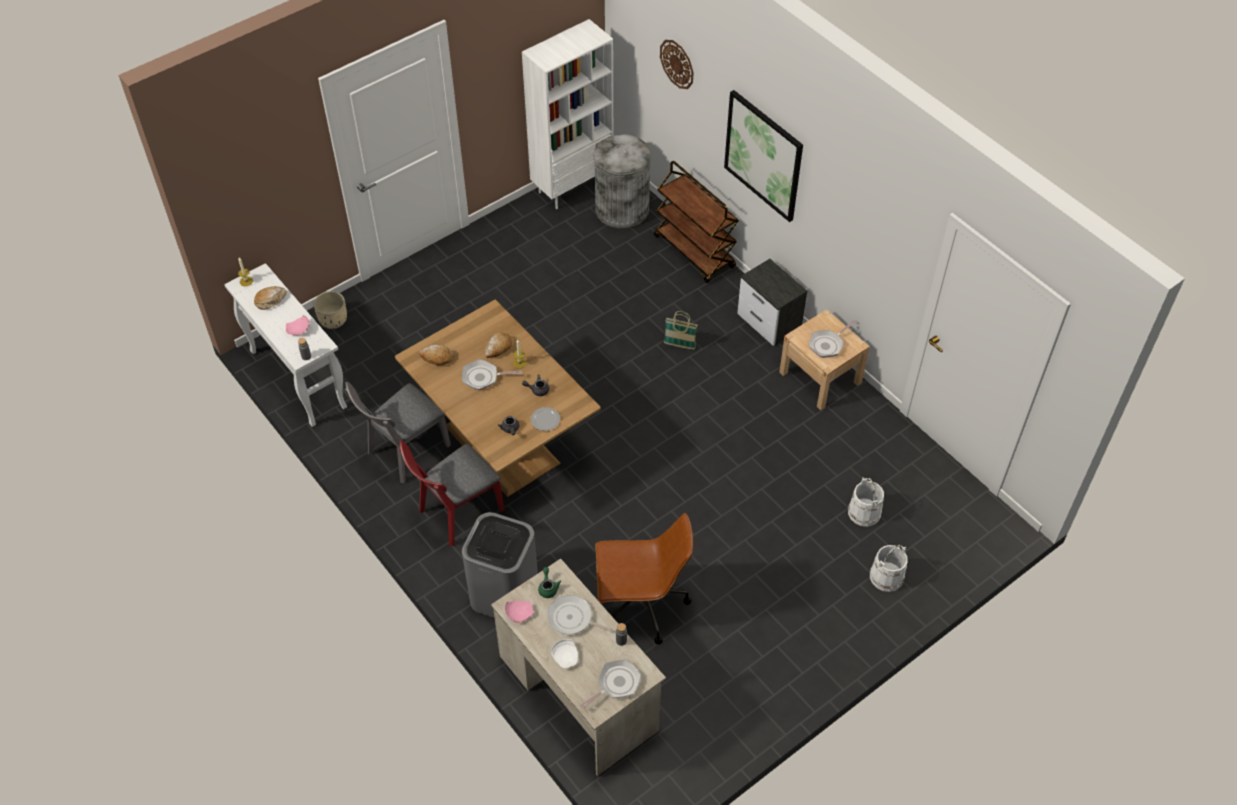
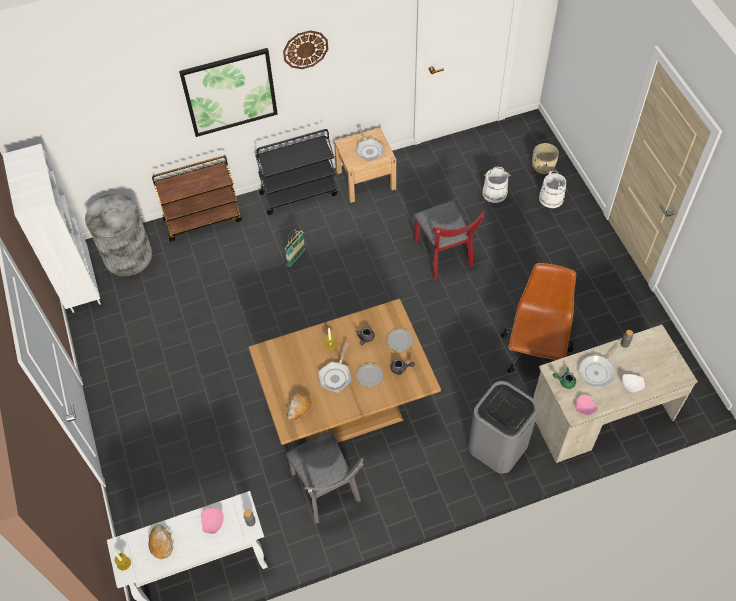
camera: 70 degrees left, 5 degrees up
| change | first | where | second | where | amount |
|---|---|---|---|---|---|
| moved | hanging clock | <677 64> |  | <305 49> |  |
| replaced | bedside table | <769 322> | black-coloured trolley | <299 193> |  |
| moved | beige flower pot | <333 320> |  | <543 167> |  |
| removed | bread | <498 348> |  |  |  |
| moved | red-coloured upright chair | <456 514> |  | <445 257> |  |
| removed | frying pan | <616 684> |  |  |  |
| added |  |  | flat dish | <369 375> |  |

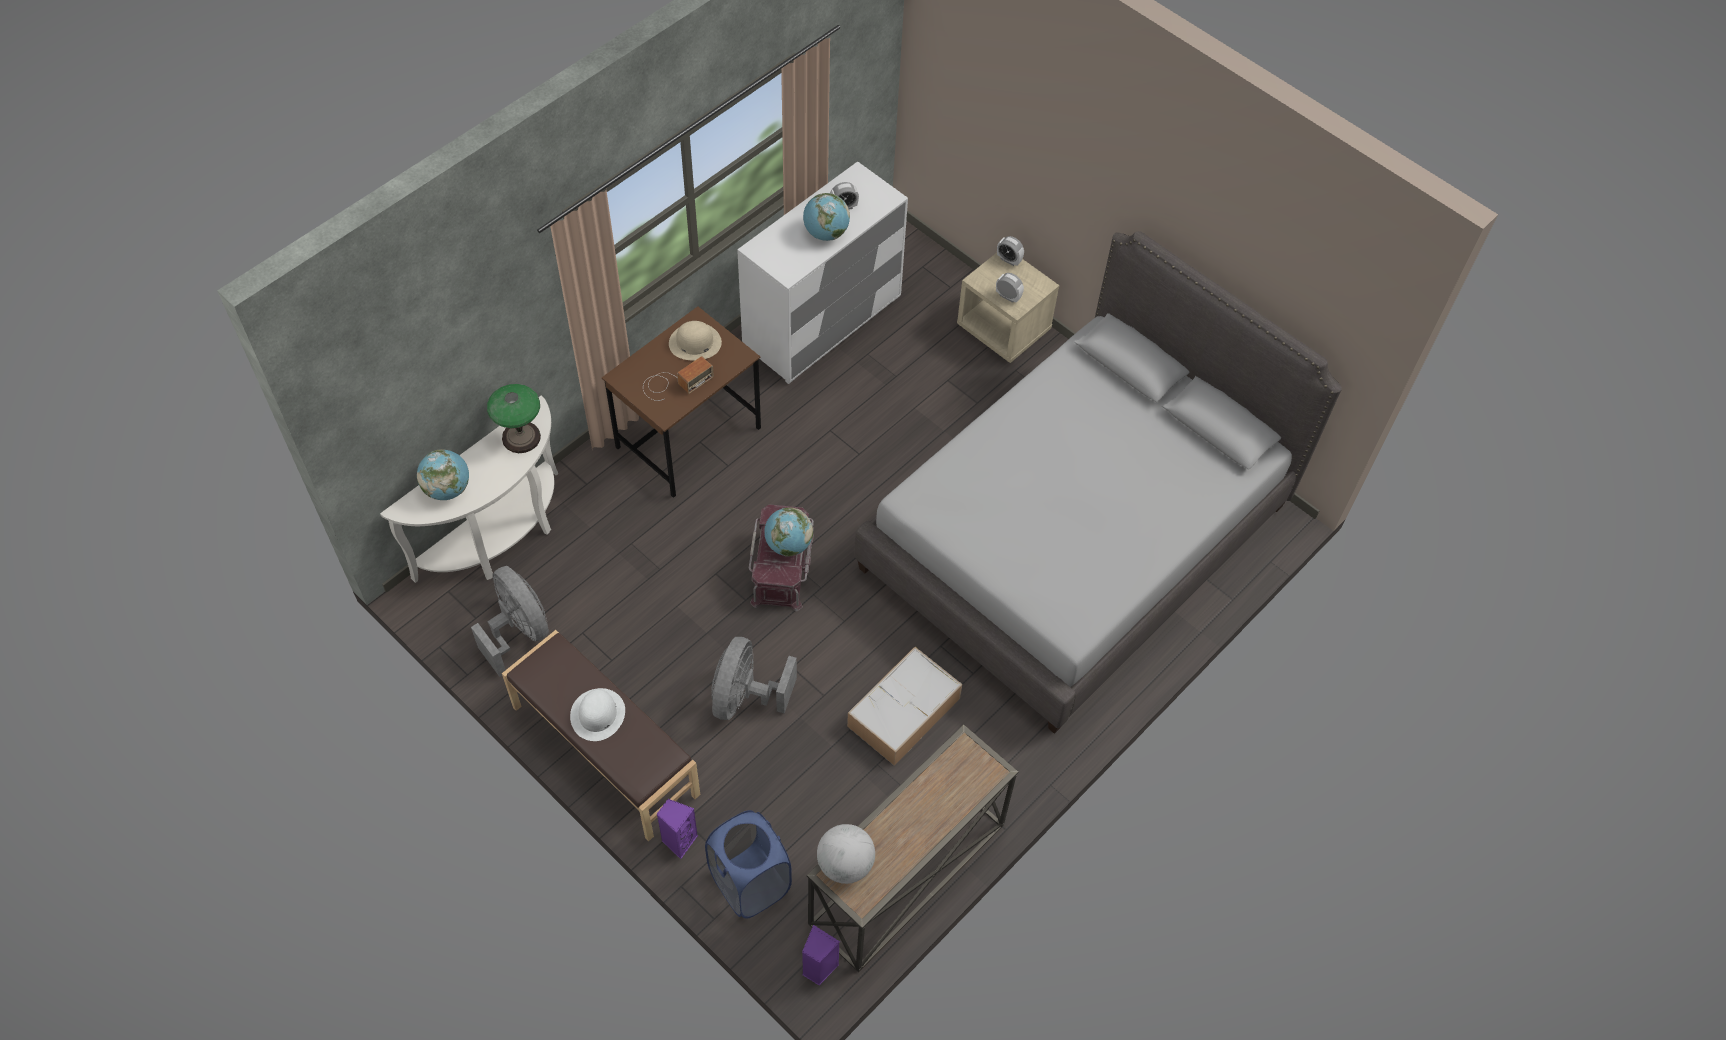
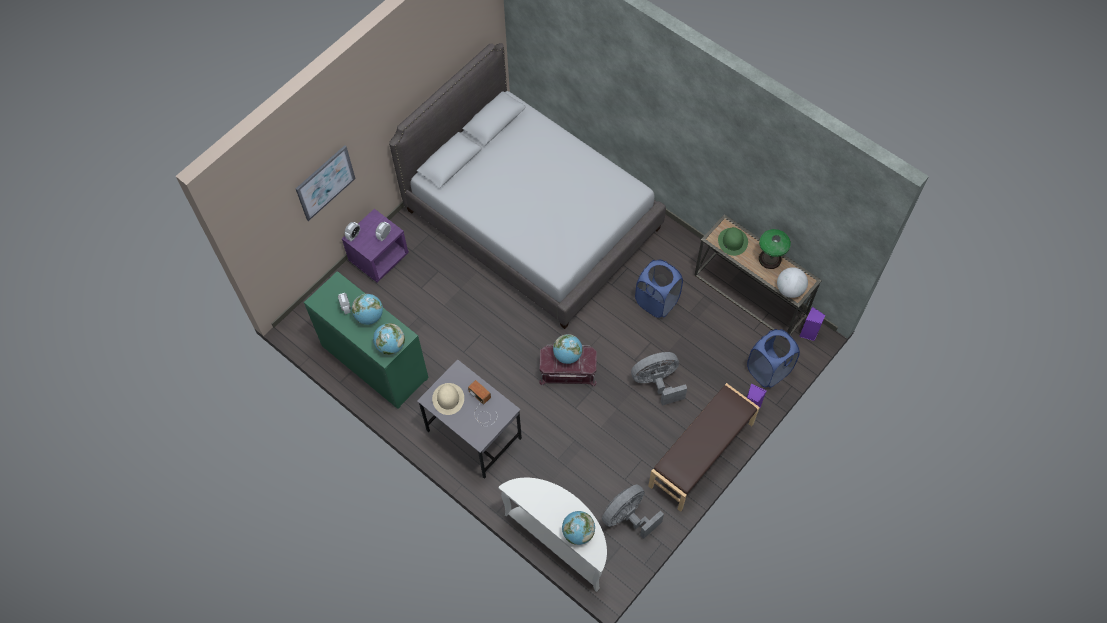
camera: 90 degrees left, 5 degrees up
| change | first | where | second | where | amount |
|---|---|---|---|---|---|
| recoloured | whitish drawer chest | <822 322> | green-coloured drawer chest | <375 362> |  |
| recoloured | beige bedside table | <1004 329> | purplish bedside table | <379 257> |  |
| recoloured | brownish desk unit | <688 437> | greyish desk unit | <473 434> |  |
| moved | lamp for a table | <521 437> |  | <769 259> |  |
| turned | greyish cooling fan | <745 697> |  | <657 383> | 150 degrees clockwise |
| replaced | storage box | <903 713> | bluish hamper | <657 301> |  |
| removed | whitish wearable hat | <598 714> |  |  |  |
| added |  |  | wall picture | <325 182> |  |
| added |  |  | green-coloured wearable hat | <732 241> |  |
| added |  |  | world globe | <390 346> |  |

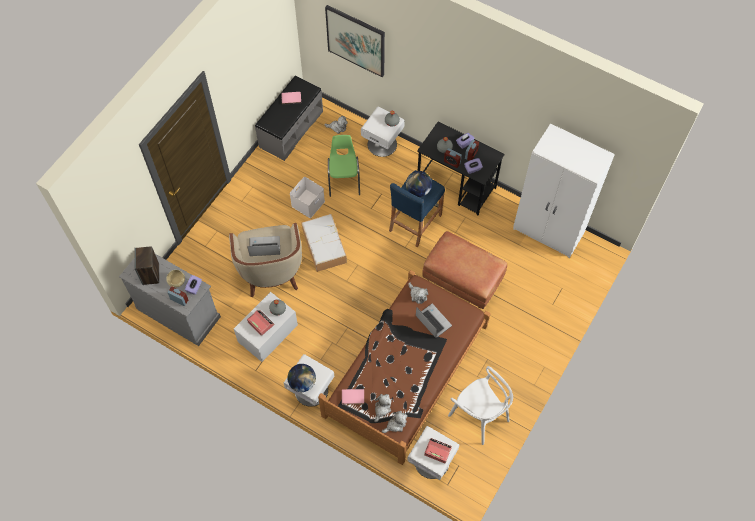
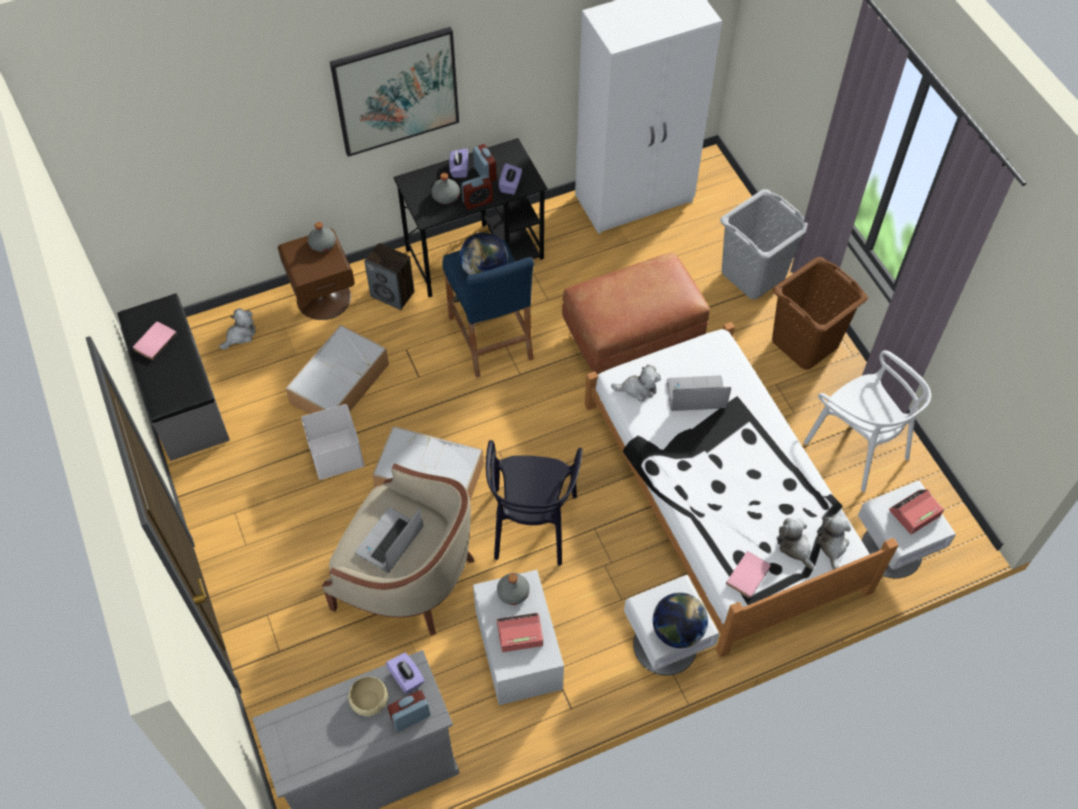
camera: 55 degrees left, 5 degrees down
| change | first | where | second | where | amount |
|---|---|---|---|---|---|
| moved | wall picture | <356 40> |  | <396 91> |  |
| recoloured | whitish bedside table | <382 144> | brownish bedside table | <323 297> |  |
| replaced | green-coloured upright chair | <344 180> | storage box | <340 382> |  |
| moved | audio speaker | <151 274> |  | <393 294> |  |
| recoloured | brownish sleeping bed | <406 370> | whitish sleeping bed | <722 494> |  |
| turned | whitish upright chair | <479 416> |  | <857 447> | 60 degrees clockwise |
| added |  |  | greyish hamper | <752 275> |  |
| added |  |  | brownish hamper | <804 343> |  |
| added |  |  | black-coloured upright chair | <532 524> |  |

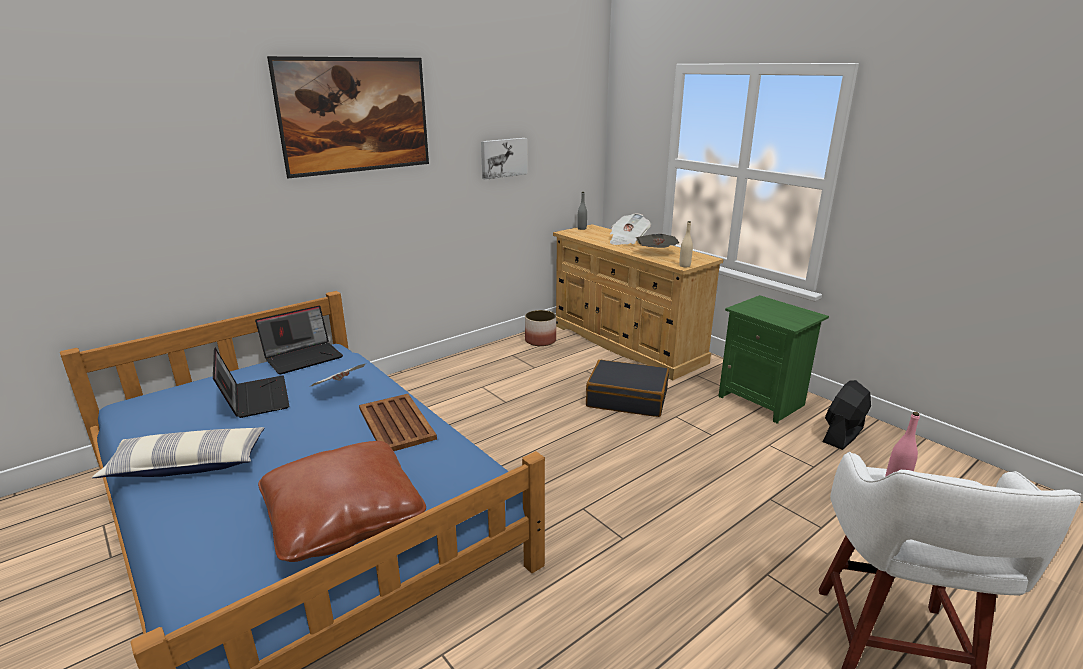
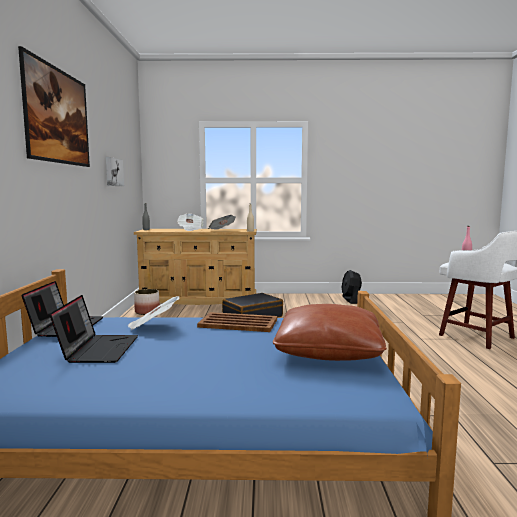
camera: 50 degrees left, 15 degrees down
| change | first | where | second | where | amount |
|---|---|---|---|---|---|
| removed | green-coloured bedside table | <762 400> |  |  |  |
| turned | notebook computer | <254 398> |  | <98 349> | 75 degrees clockwise |
| removed | cushion | <188 464> |  |  |  |

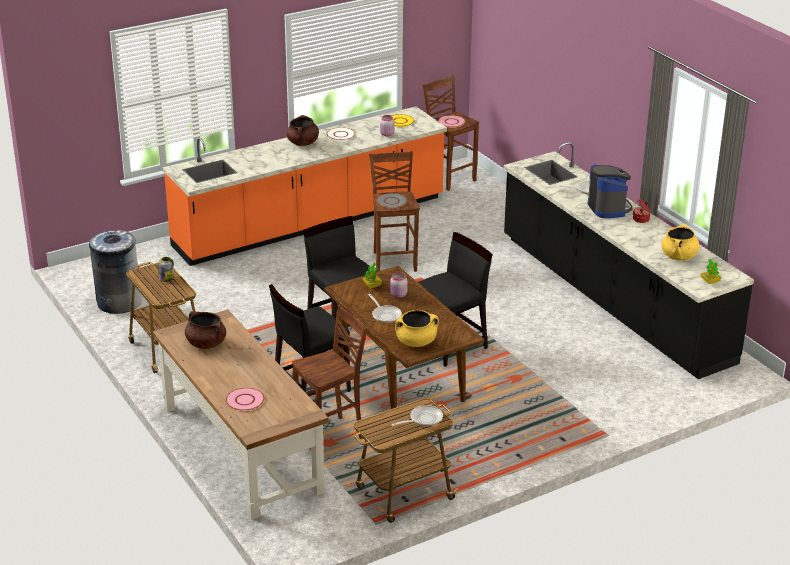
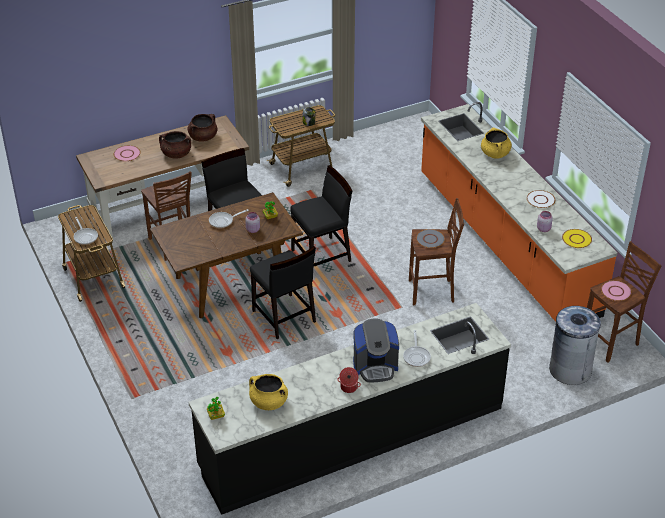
camera: 95 degrees right, 10 degrees up
| change | first | where | second | where | amount |
|---|---|---|---|---|---|
| moved | brownish stockpot | <303 143> |  | <176 154> |  |
| moved | greyish trash can | <119 302> |  | <570 369> |  |
| moved | yellowish stockpot | <416 342> |  | <495 154> |  |

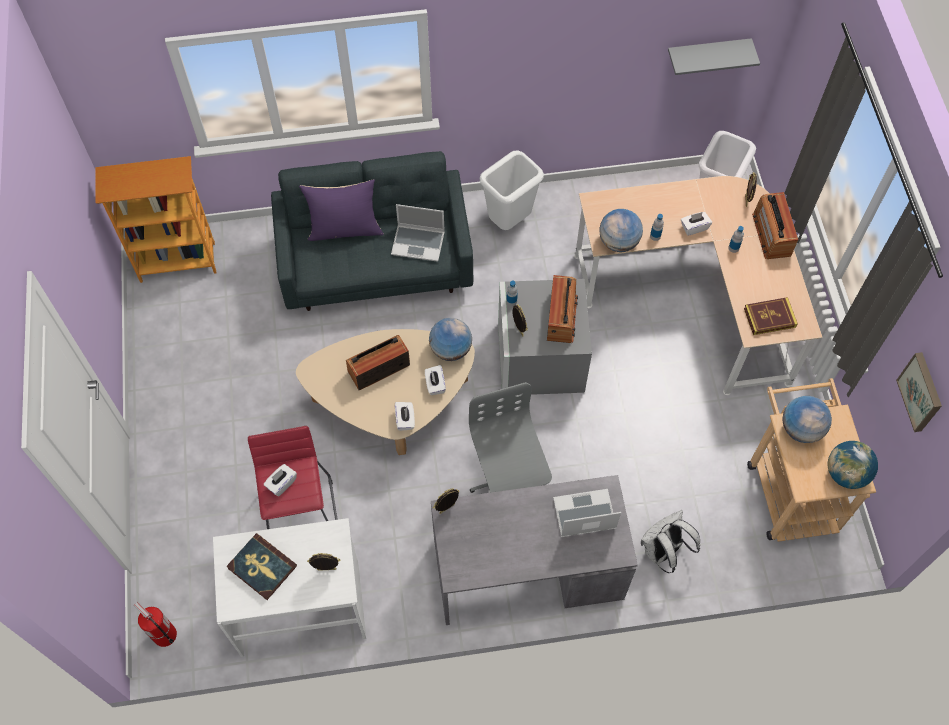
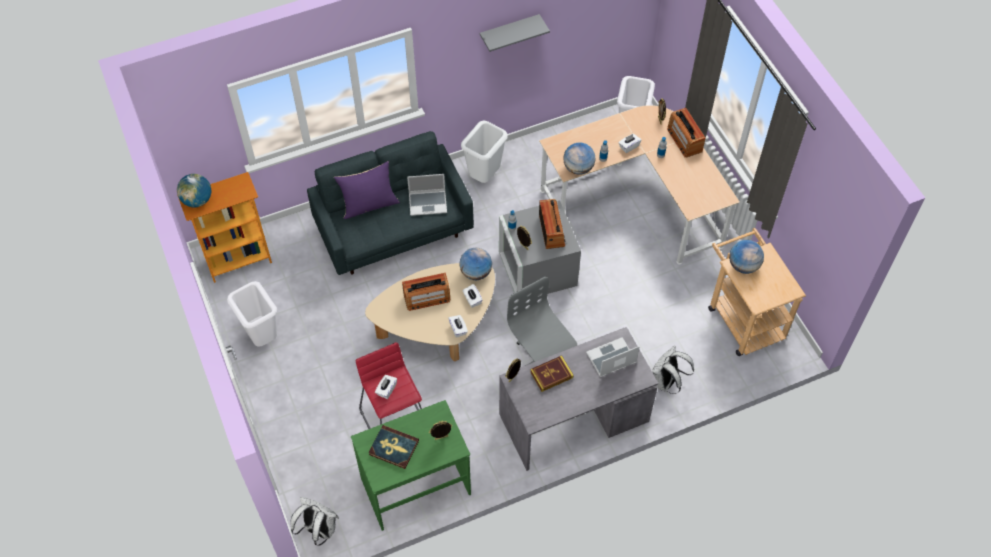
camera: 15 degrees left, 5 degrees down
| change | first | where | second | where | amount |
|---|---|---|---|---|---|
| moved | greyish wall shelf | <707 54> |  | <509 32> |  |
| moved | volume | <769 318> |  | <551 375> |  |
| turned | radio receiver | <378 368> |  | <427 297> | 150 degrees counterclockwise |
| removed | wall picture | <921 392> |  |  |  |
| moved | world globe | <845 474> |  | <197 200> |  |
| recoloured | whitish desk unit | <301 607> | green-coloured desk unit | <415 485> |  |
| replaced | fire extinguisher | <164 635> | whitish knapsack | <318 530> |  |
| added |  |  | whitish trash can | <262 337> |  |

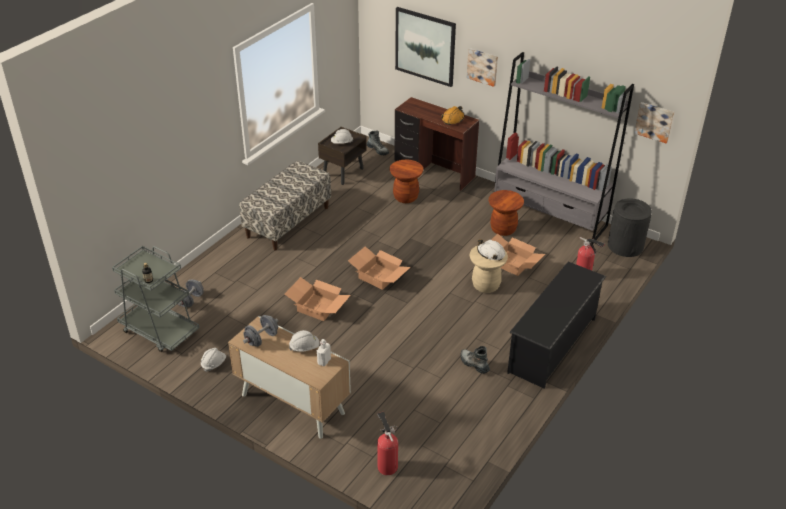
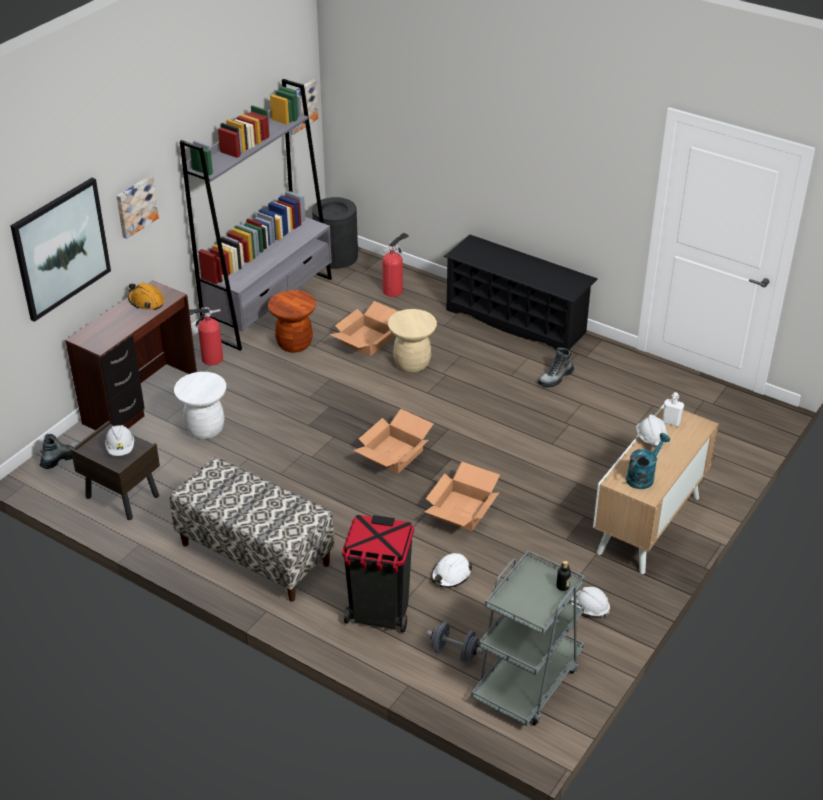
camera: 90 degrees left, 0 degrees up
| change | first | where | second | where | amount |
|---|---|---|---|---|---|
| recoloured | brownish stool seat | <405 197> | whitish stool seat | <205 429> |  |
| moved | whitish work helmet | <491 253> |  | <451 575> |  |
| replaced | greyish hand weight | <261 339> | turquoise-coloured sprinkling can | <643 476> |  |
| moved | fire extinguisher | <386 465> |  | <210 359> |  |
| added |  |  | black-coloured trash can | <379 613> |  |

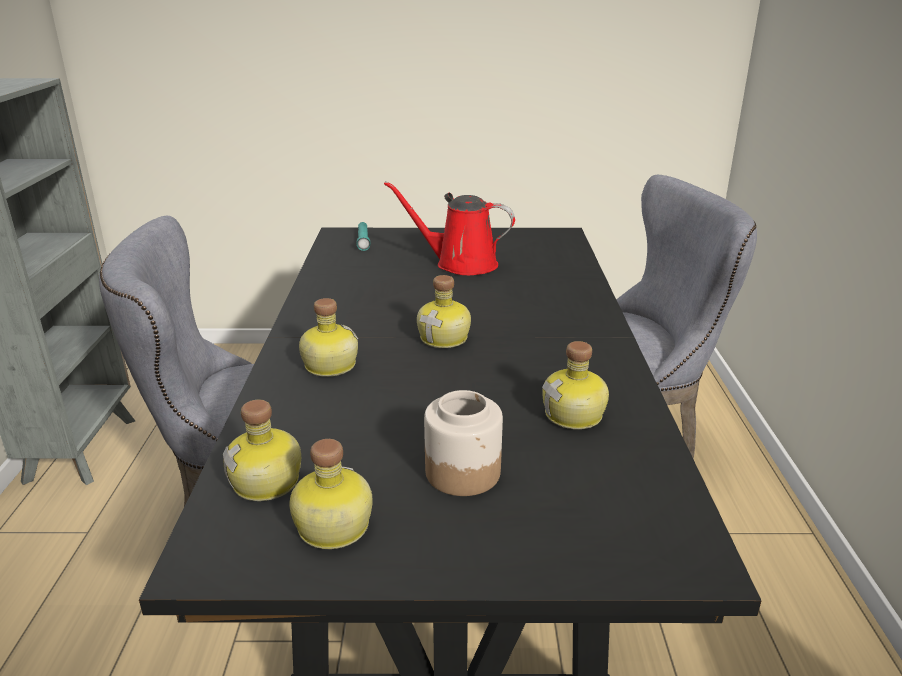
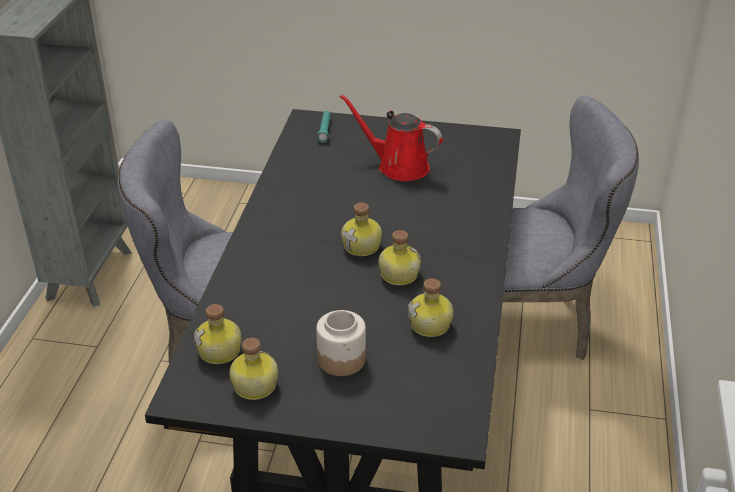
camera: 10 degrees right, 10 degrees up
| change | first | where | second | where | amount |
|---|---|---|---|---|---|
| moved | beverage bottle | <328 365> |  | <398 274> |  |

